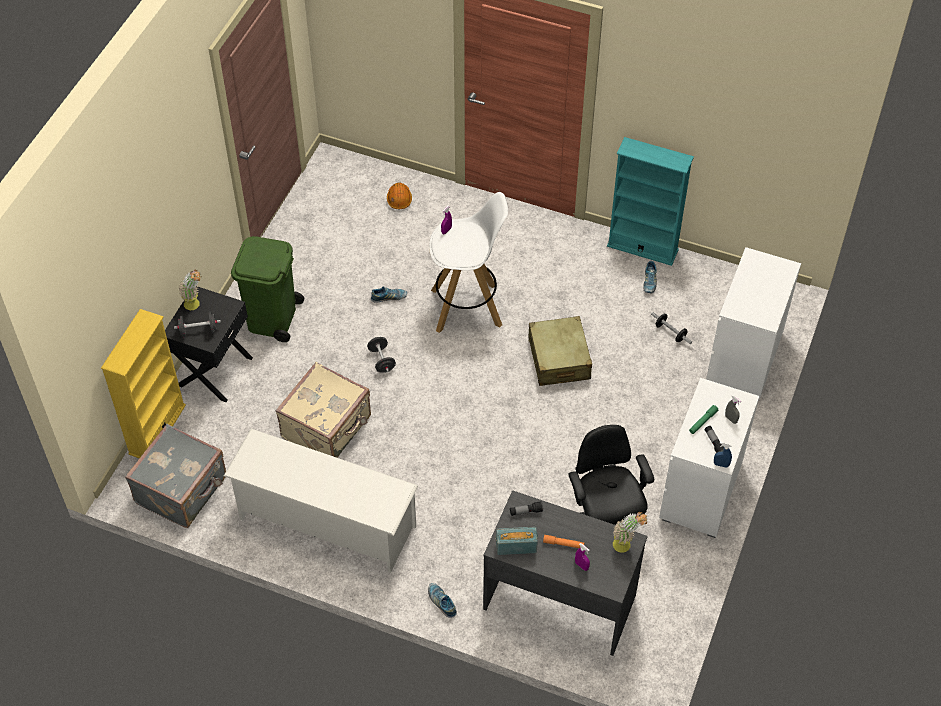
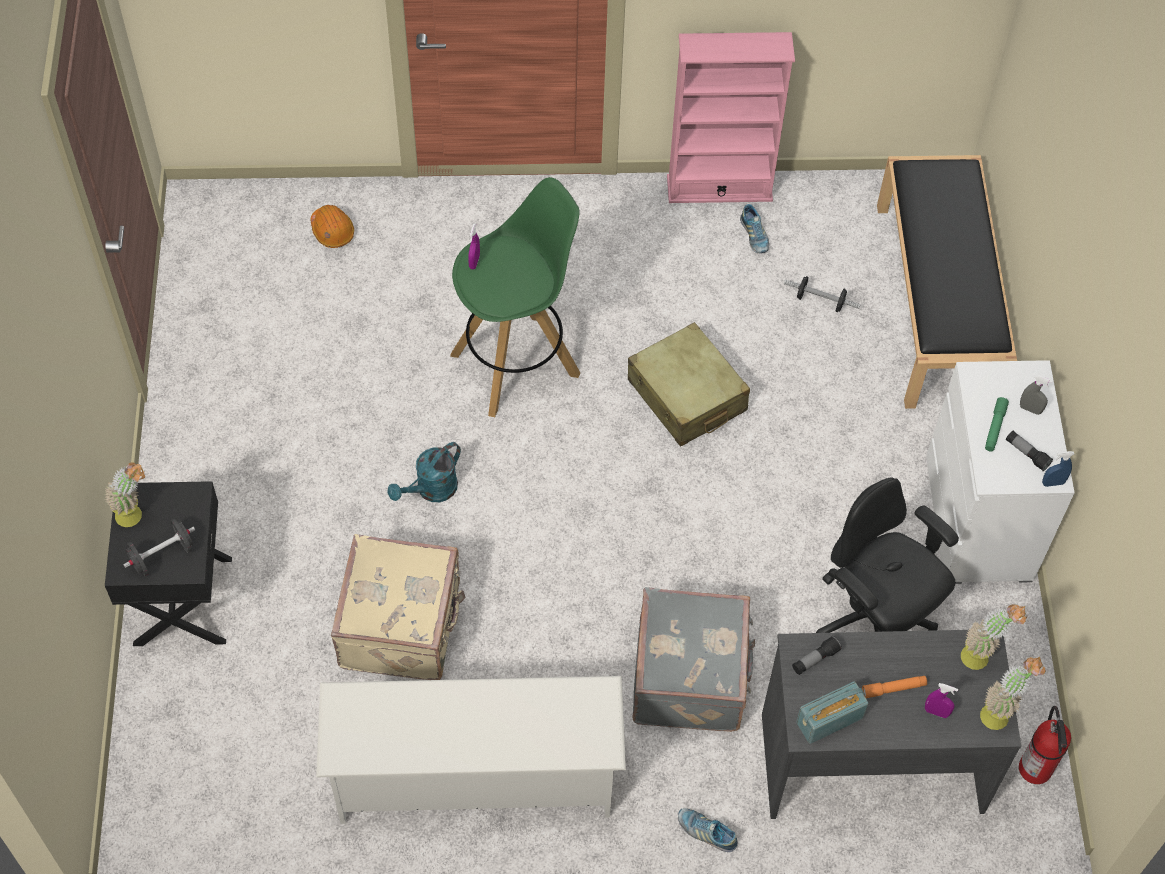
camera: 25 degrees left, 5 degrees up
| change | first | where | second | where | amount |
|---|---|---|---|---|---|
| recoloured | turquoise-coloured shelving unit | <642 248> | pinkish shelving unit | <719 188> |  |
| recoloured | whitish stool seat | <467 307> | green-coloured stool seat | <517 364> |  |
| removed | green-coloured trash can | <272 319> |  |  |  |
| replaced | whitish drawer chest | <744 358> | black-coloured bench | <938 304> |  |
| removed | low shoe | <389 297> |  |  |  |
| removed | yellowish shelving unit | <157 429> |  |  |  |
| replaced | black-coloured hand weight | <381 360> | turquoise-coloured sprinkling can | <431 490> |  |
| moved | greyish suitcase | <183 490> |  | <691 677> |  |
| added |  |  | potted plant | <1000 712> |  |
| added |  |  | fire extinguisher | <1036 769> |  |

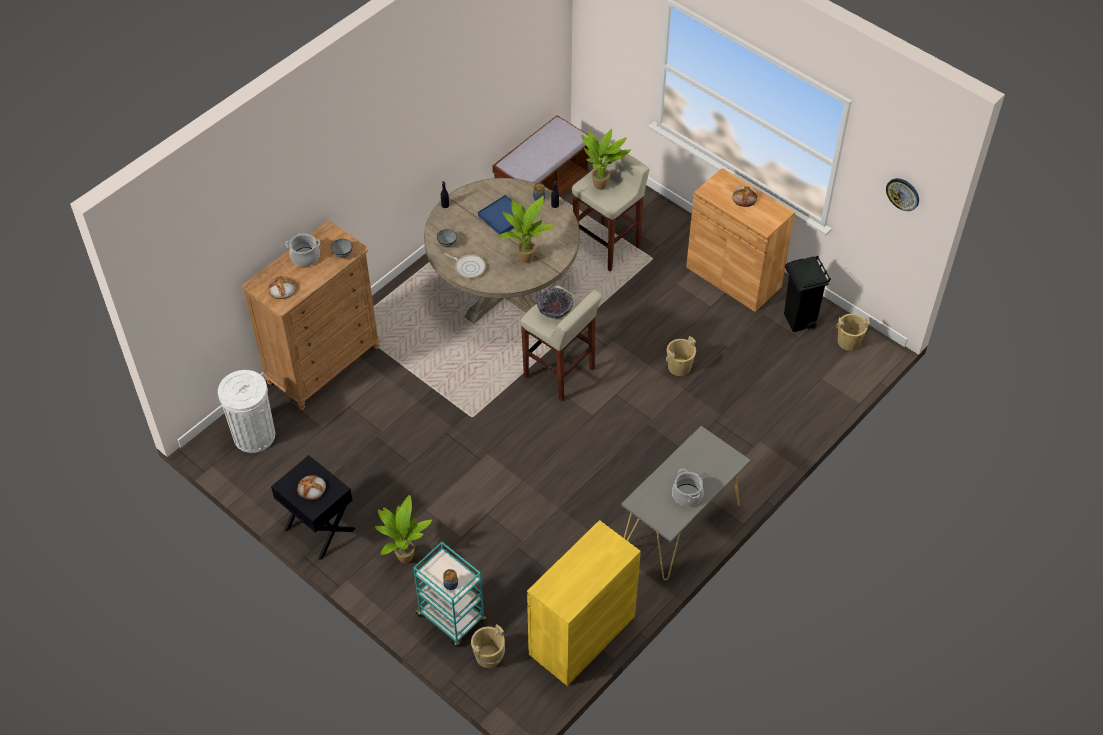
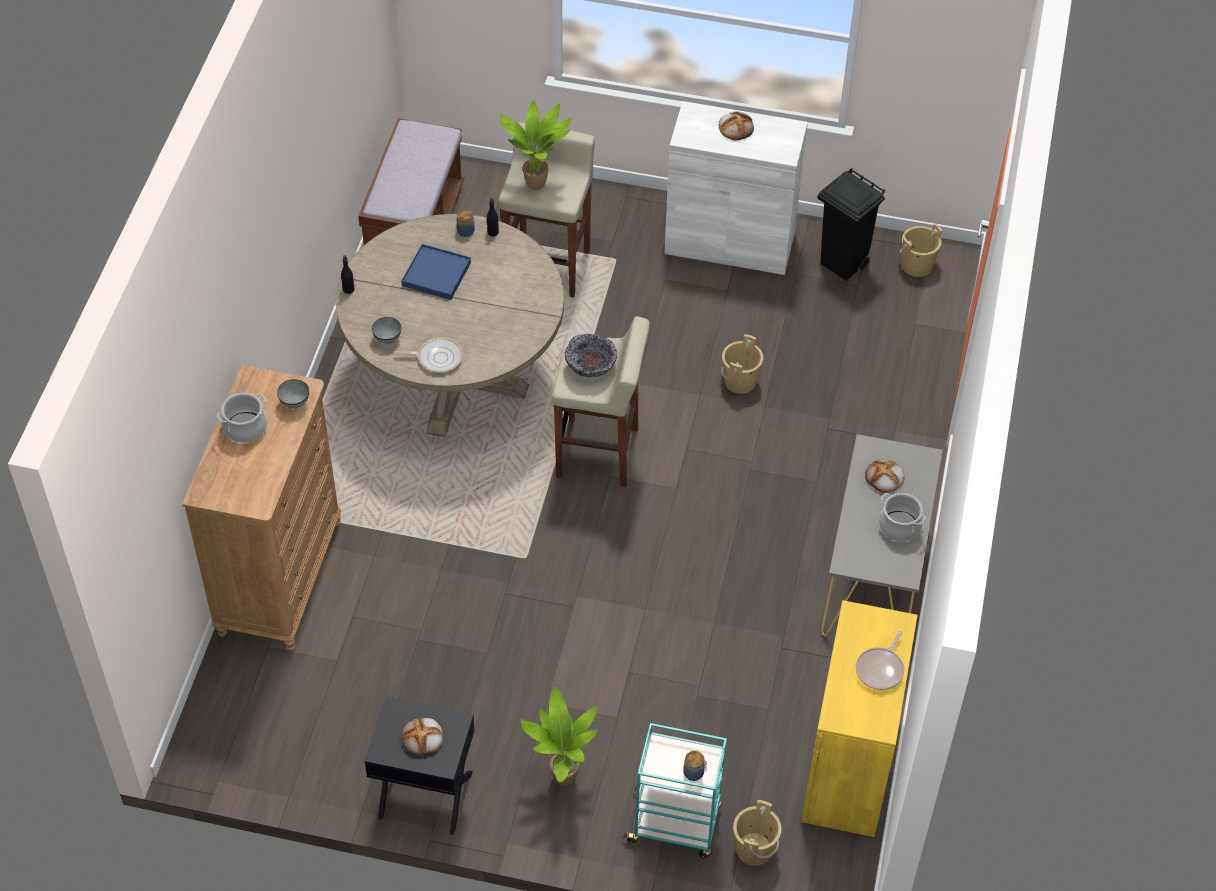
camera: 30 degrees left, 0 degrees up
| change | first | where | second | where | amount |
|---|---|---|---|---|---|
| recoloured | brownish cabinet | <733 277> | whitish cabinet | <730 242> |  |
| removed | hanging clock | <903 194> |  |  |  |
| removed | potted plant | <525 257> |  |  |  |
| moved | bread | <281 289> |  | <884 478> |  |
| removed | whitish trash can | <254 435> |  |  |  |
| added |  |  | frying pan | <881 669> |  |

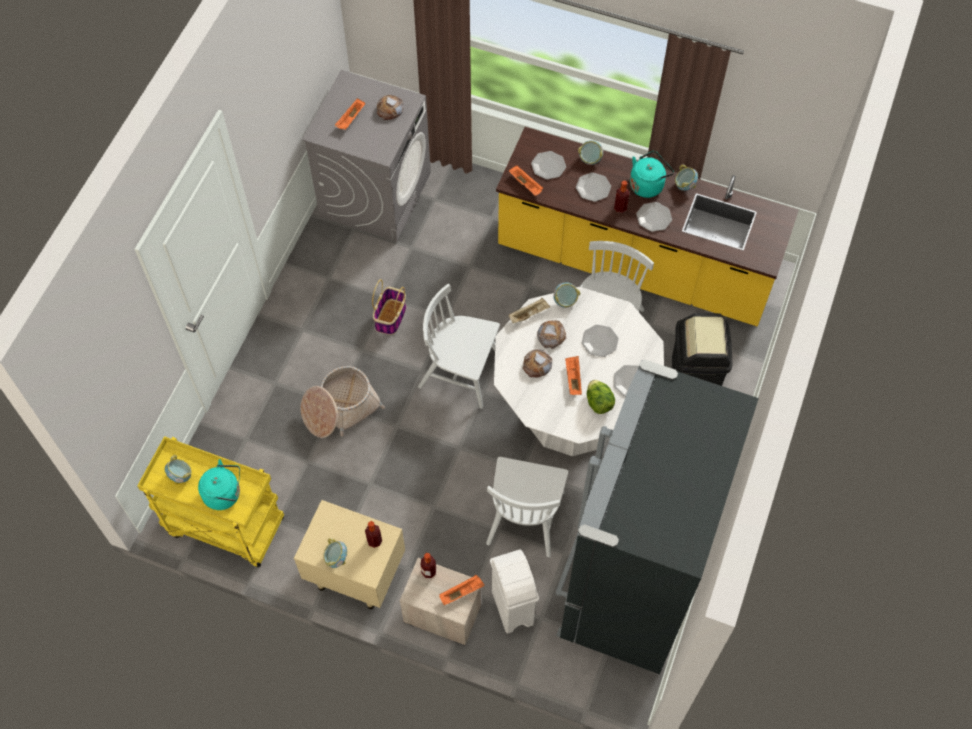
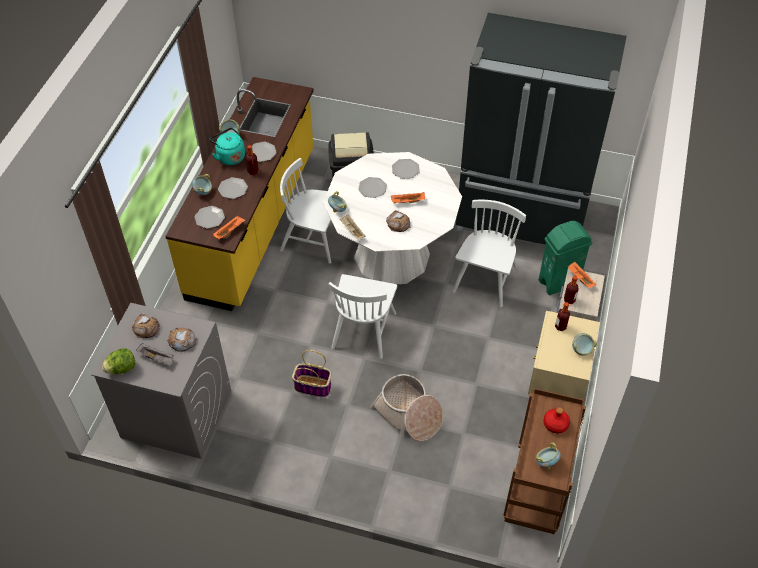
camera: 95 degrees left, 10 degrees down
| change | first | where | second | where | amount |
|---|---|---|---|---|---|
| recoloured | orangey tray | <351 119> | greyish tray | <157 358> |  |
| moved | bread | <551 335> |  | <182 341> |  |
| moved | lettuce head | <598 402> |  | <122 368> |  |
| recoloured | yellowish trolley | <224 527> | brownish trolley | <537 490> |  |
| turned | whitish upright chair | <525 517> |  | <485 279> | 75 degrees counterclockwise |
| replaced | turquoise-coloured kettle | <225 494> | red-coloured beverage bottle | <555 424> |  |
| recoloured | whitish trash can | <512 608> | green-coloured trash can | <559 282> |  |

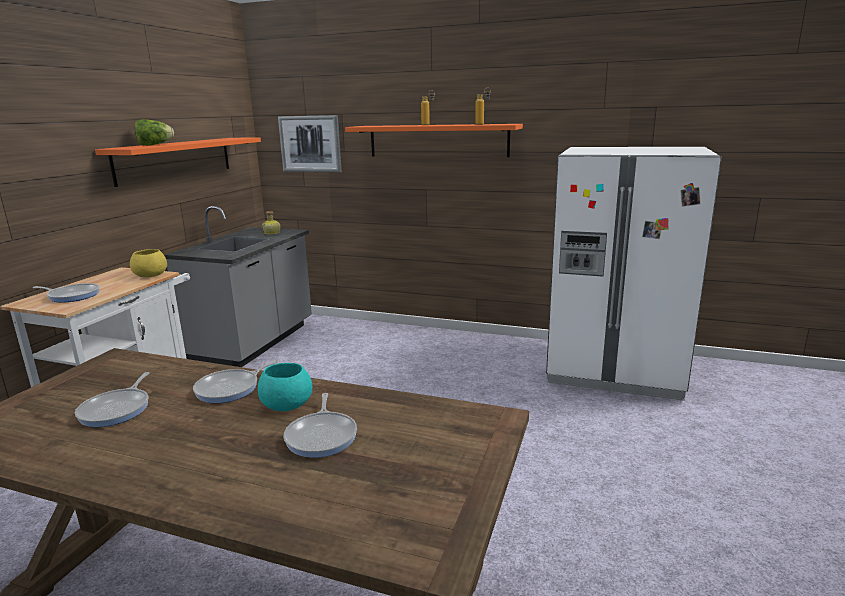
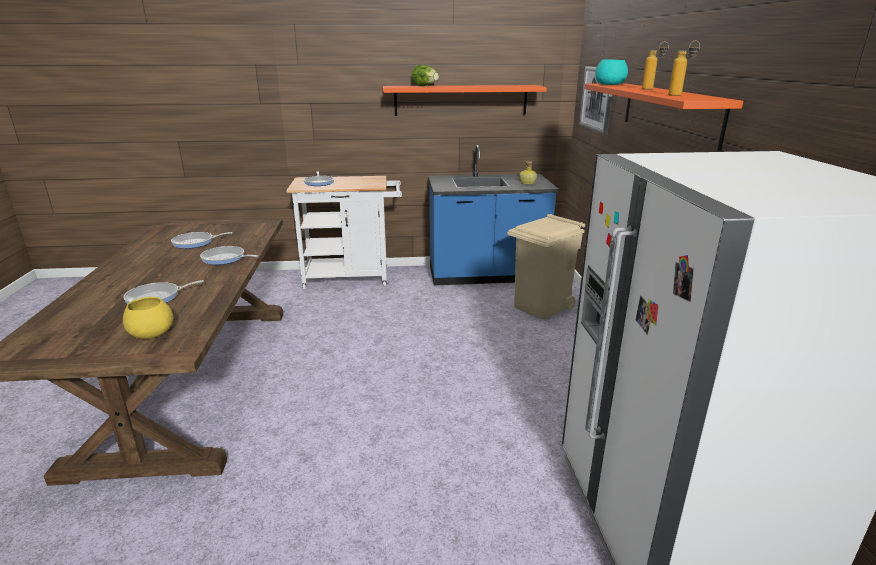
camera: 65 degrees right, 5 degrees up
| change | first | where | second | where | amount |
|---|---|---|---|---|---|
| recoloured | greyish kitchen base unit | <255 344> | bluish kitchen base unit | <486 276> |  |
| moved | yellowish bowl | <151 275> |  | <152 333> |  |
| moved | turquoise-coloured bowl | <285 404> |  | <609 84> |  |
| added |  |  | beige trash can | <541 307> |  |

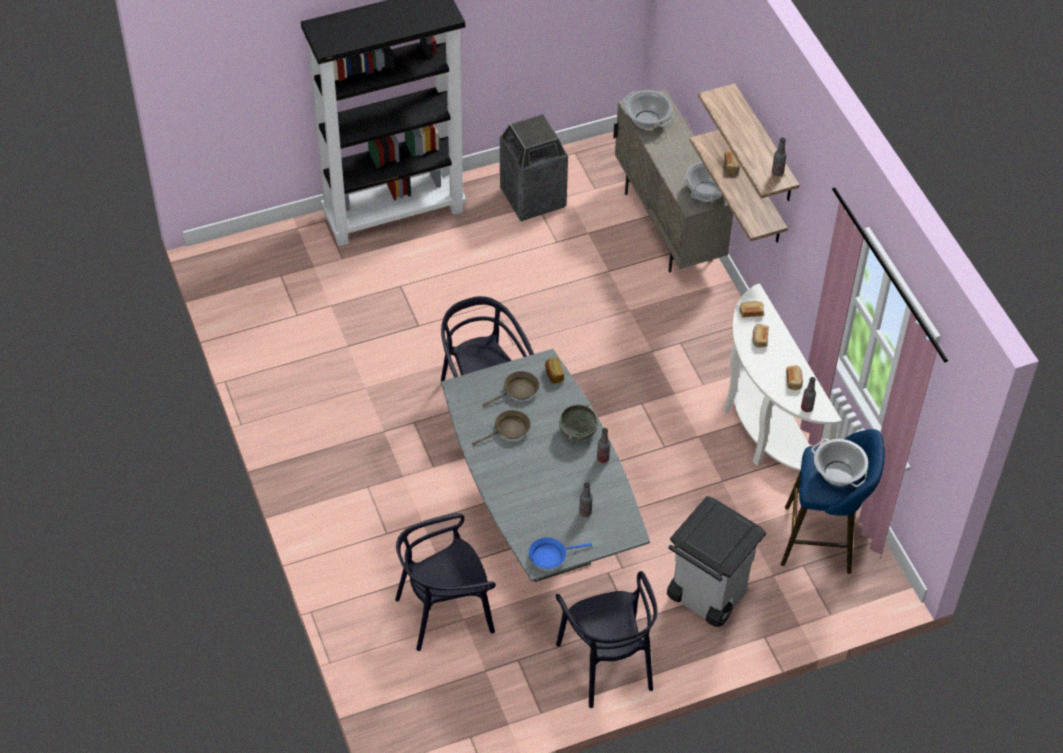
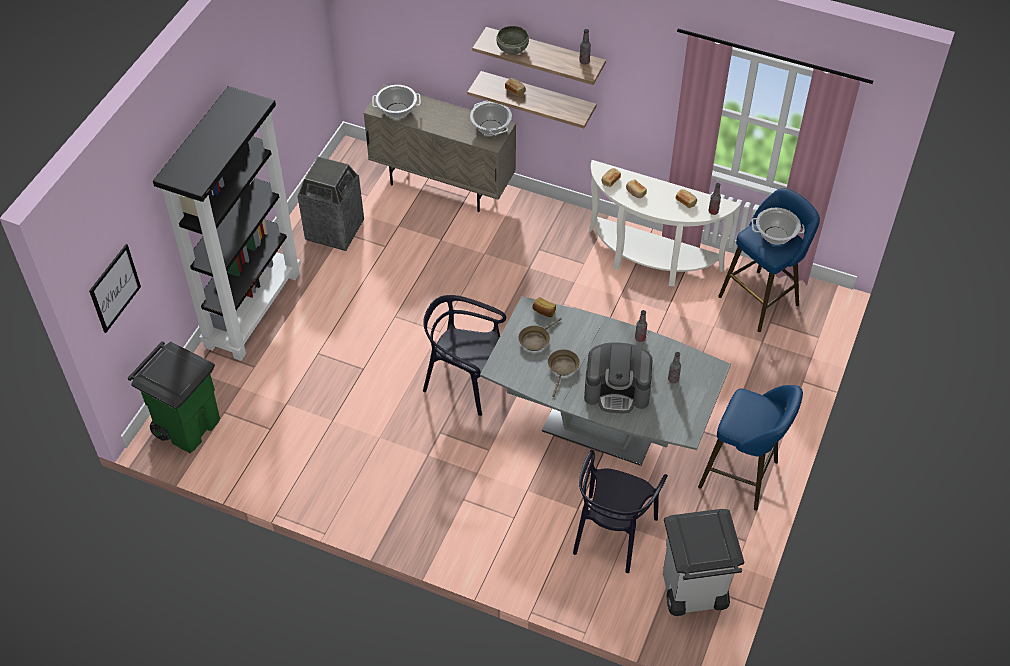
camera: 45 degrees left, 0 degrees up
| change | first | where | second | where | amount |
|---|---|---|---|---|---|
| turned | brownish frying pan | <518 391> |  | <536 339> | 150 degrees counterclockwise |
| moved | greyish bowl | <577 431> |  | <512 49> |  |
| moved | greyish trash can | <705 596> |  | <692 592> |  |
| removed | bluish frying pan | <550 556> |  |  |  |
| replaced | black-coloured upright chair | <607 664> | bluish stool seat | <743 476> |  |
| added |  |  | wall picture | <114 288> |  |
| added |  |  | green-coloured trash can | <188 425> |  |
| added |  |  | coffee maker | <617 390> |  |

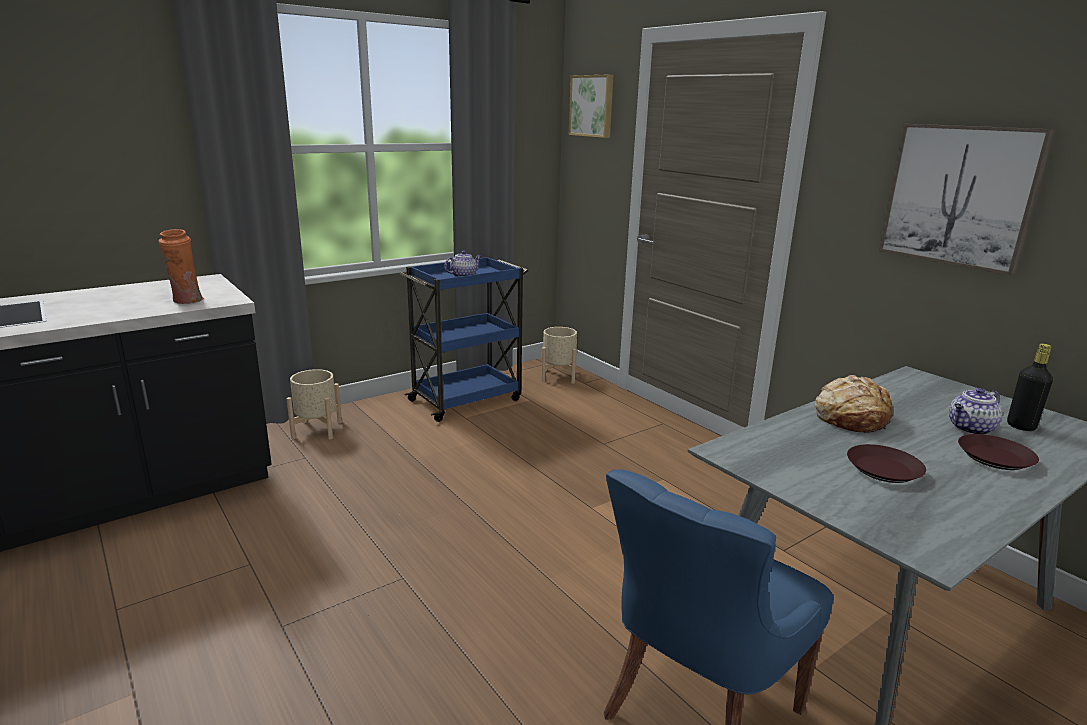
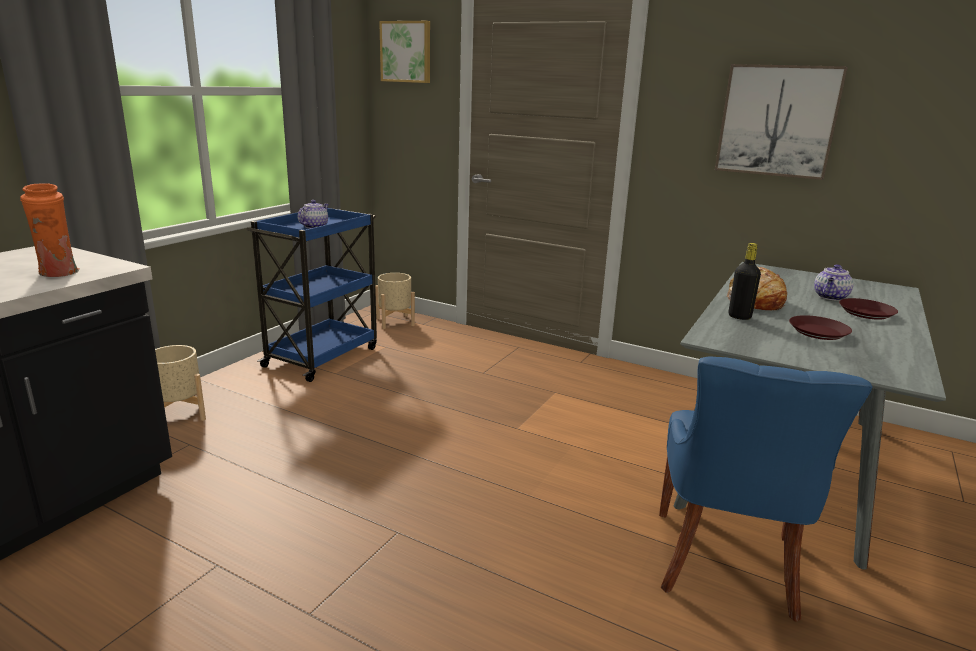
camera: 25 degrees left, 0 degrees up
| change | first | where | second | where | amount |
|---|---|---|---|---|---|
| moved | black-coloured beverage bottle | <1021 426> |  | <739 316> |  |

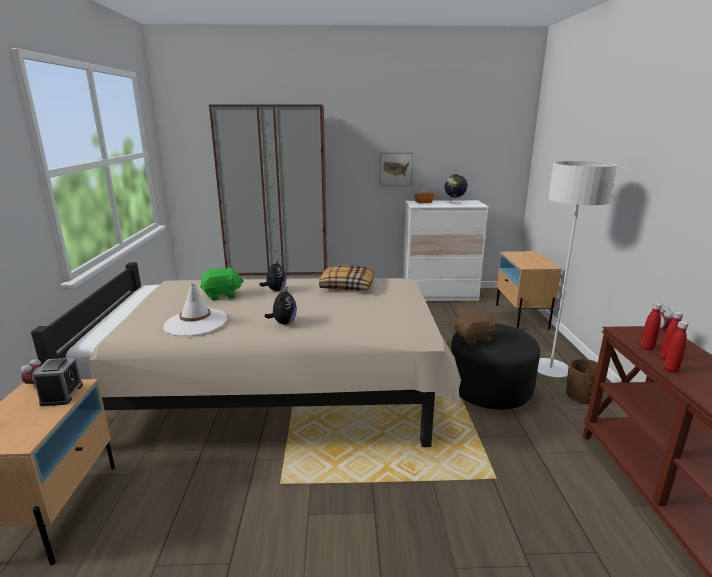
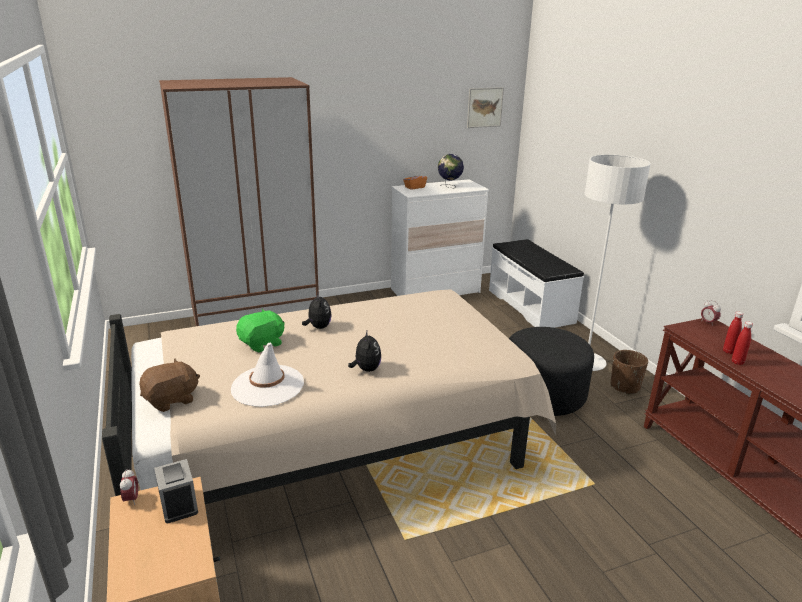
camera: 20 degrees left, 5 degrees up
| change | first | where | second | where | amount |
|---|---|---|---|---|---|
| moved | wall picture | <395 169> |  | <484 107> |  |
| replaced | beige bedside table | <521 316> | whitish bench | <531 306> |  |
| removed | cushion | <346 285> |  |  |  |
| removed | red-coloured beverage bottle | <647 348> |  |  |  |
| moved | brownish plush toy | <474 339> |  | <171 400> |  |

